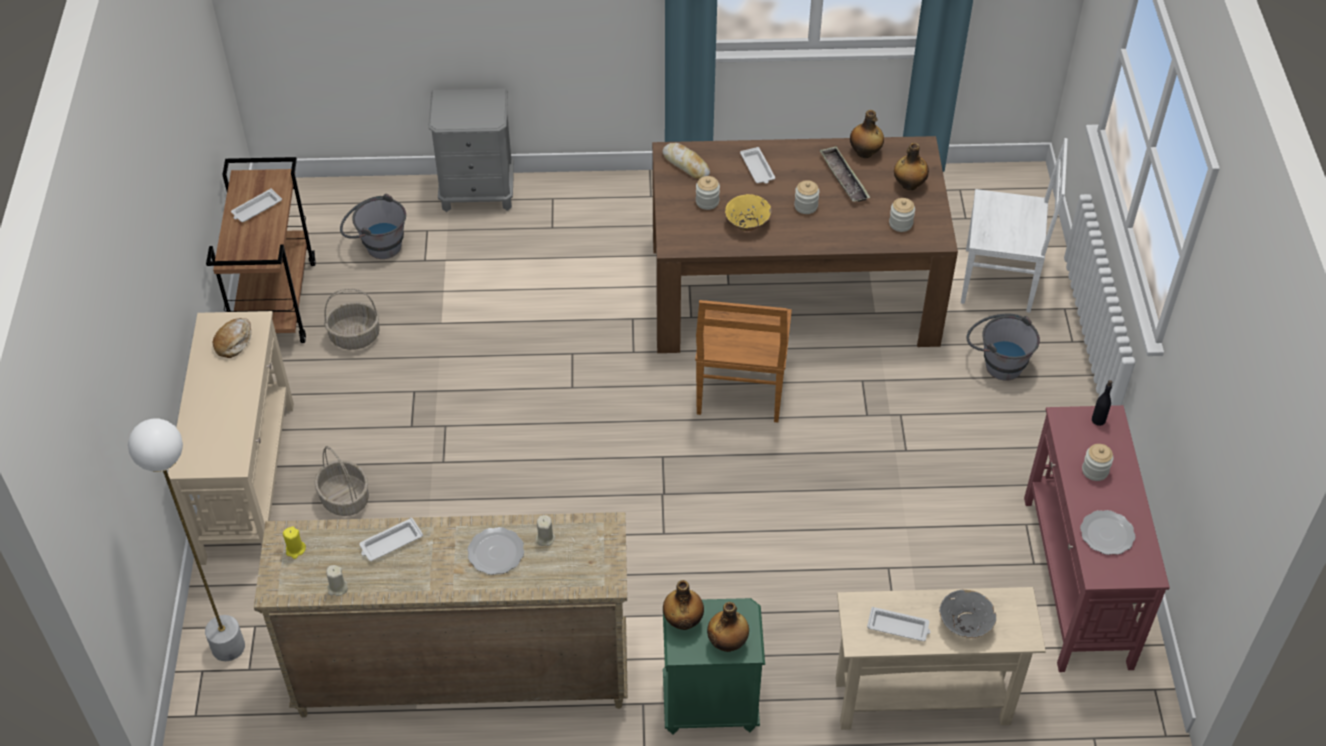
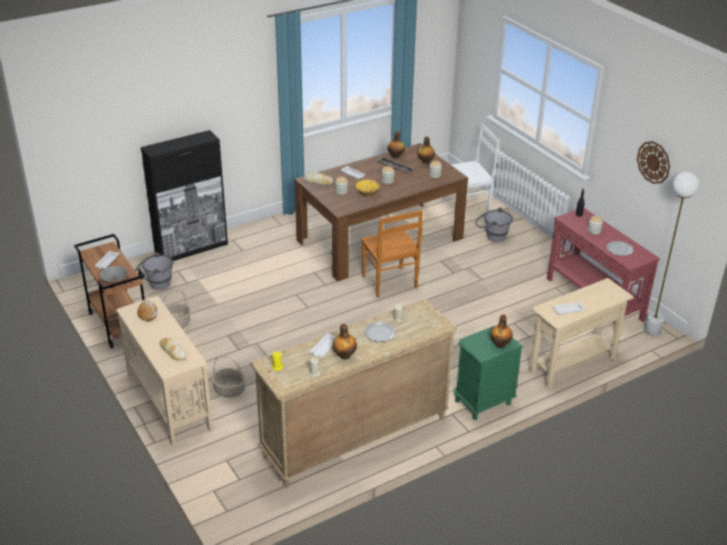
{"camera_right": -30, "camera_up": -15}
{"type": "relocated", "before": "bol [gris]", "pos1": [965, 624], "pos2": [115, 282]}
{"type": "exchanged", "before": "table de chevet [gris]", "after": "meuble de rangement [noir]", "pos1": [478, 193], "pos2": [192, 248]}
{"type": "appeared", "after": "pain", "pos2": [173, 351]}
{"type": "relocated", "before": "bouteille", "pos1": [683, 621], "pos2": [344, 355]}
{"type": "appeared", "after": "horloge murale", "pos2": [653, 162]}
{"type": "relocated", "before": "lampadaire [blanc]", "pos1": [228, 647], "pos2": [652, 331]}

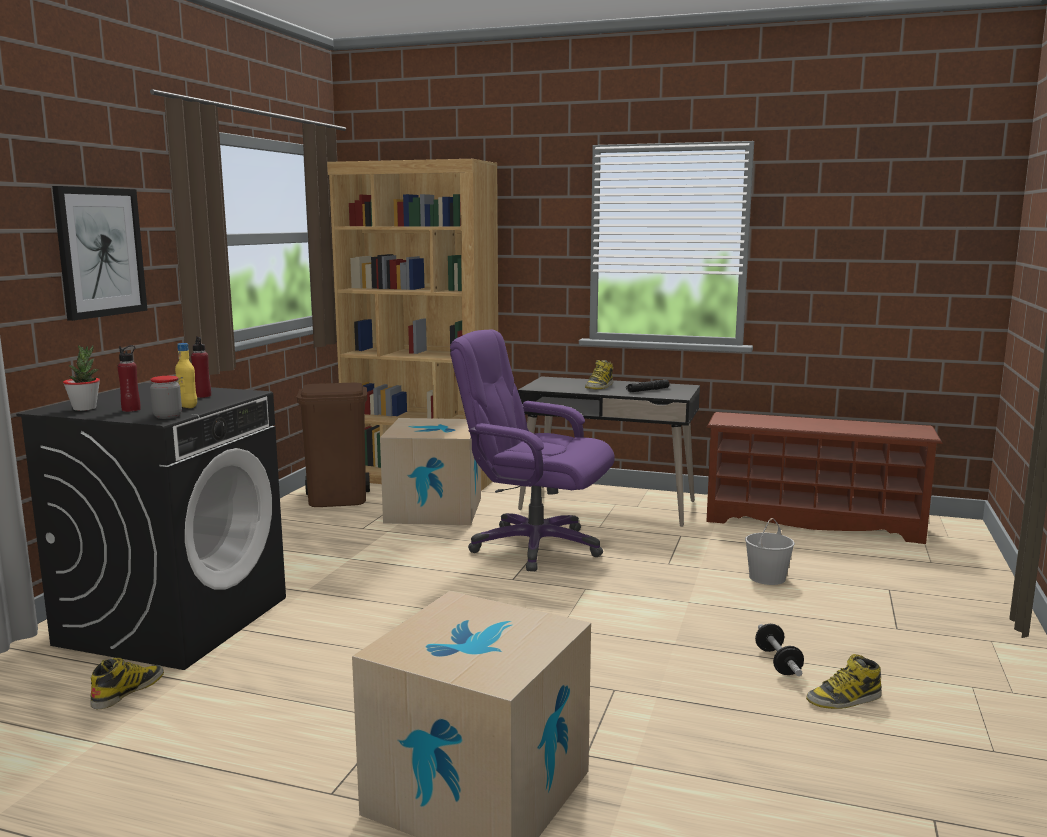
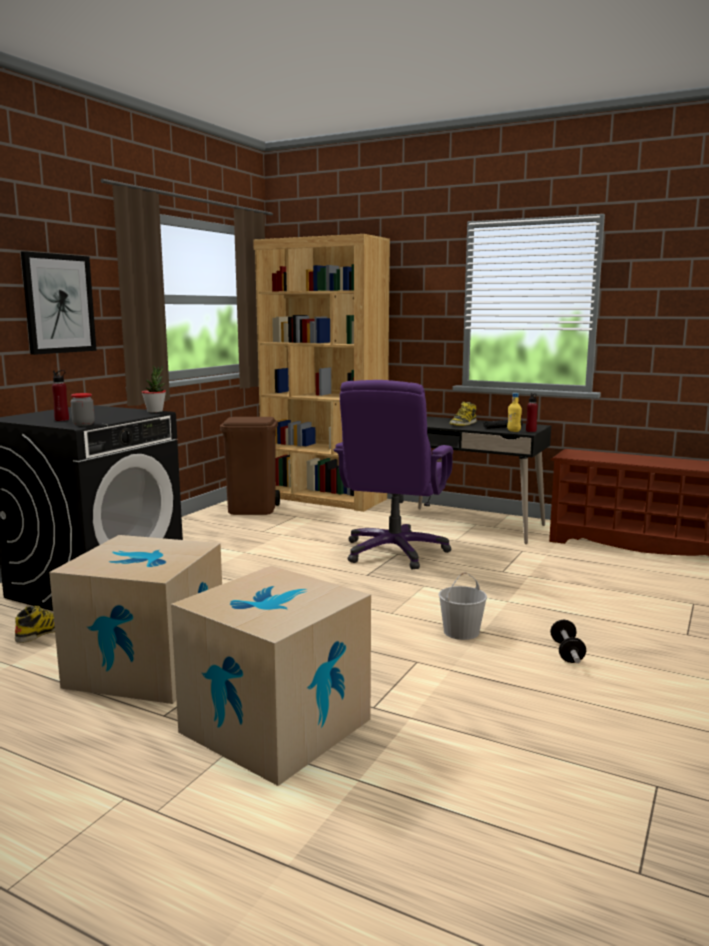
{"camera_right": 10, "camera_up": 0}
{"type": "relocated", "before": "carton", "pos1": [434, 510], "pos2": [147, 667]}
{"type": "relocated", "before": "plante en pot", "pos1": [85, 408], "pos2": [155, 411]}
{"type": "spun", "before": "chaise de bureau [violet]", "pos1": [534, 546], "pos2": [394, 552], "turn": -105}
{"type": "relocated", "before": "seau [blanc]", "pos1": [767, 578], "pos2": [461, 632]}
{"type": "relocated", "before": "bouteille [jaune]", "pos1": [188, 406], "pos2": [513, 431]}
{"type": "relocated", "before": "bouteille [rouge]", "pos1": [202, 396], "pos2": [531, 431]}
{"type": "missing", "before": "botte", "pos1": [844, 699]}

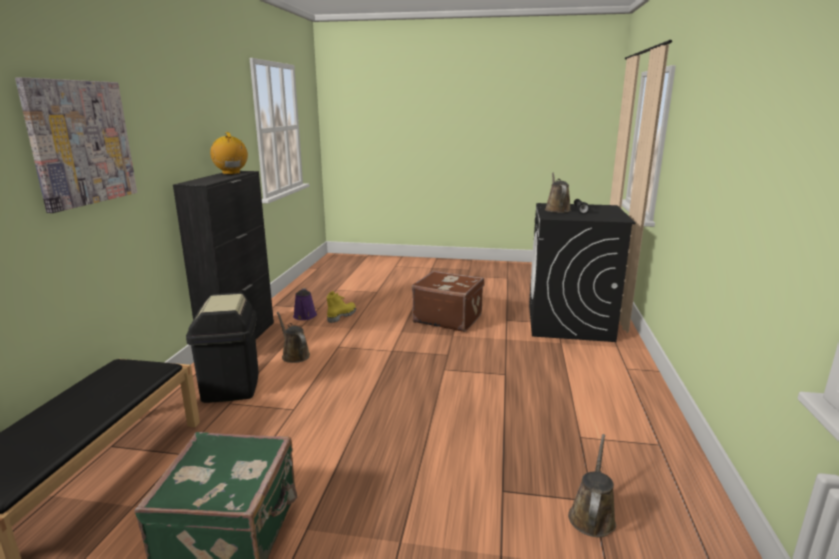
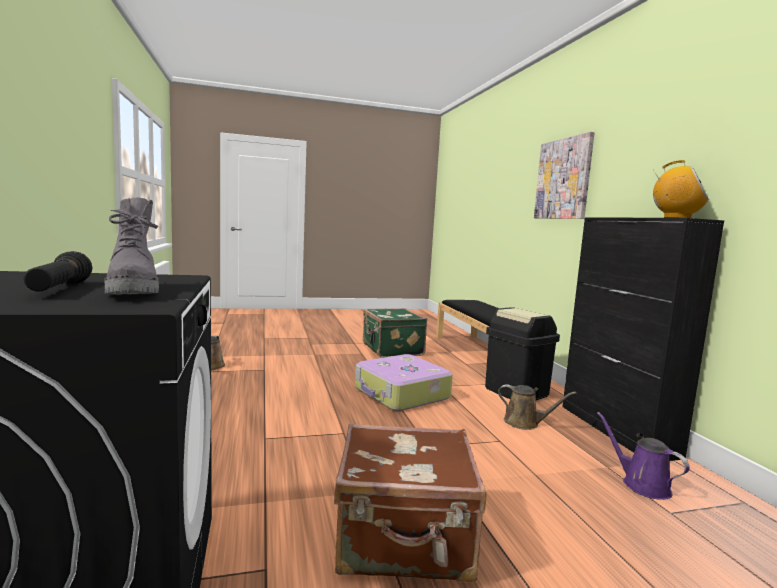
{"camera_right": 155, "camera_up": -10}
{"type": "exchanged", "before": "arrosoir [marron]", "after": "botte [gris]", "pos1": [556, 209], "pos2": [135, 291]}
{"type": "appeared", "after": "valise", "pos2": [401, 394]}
{"type": "missing", "before": "botte [jaune]", "pos1": [341, 316]}

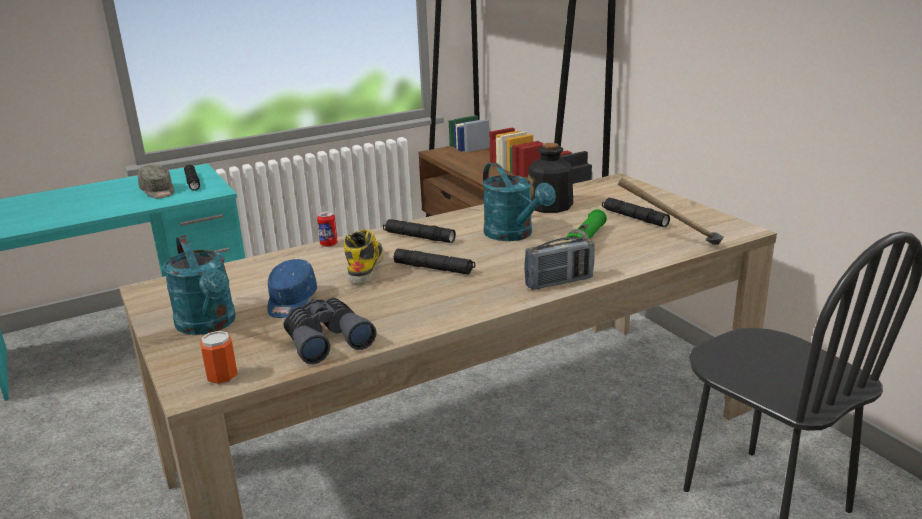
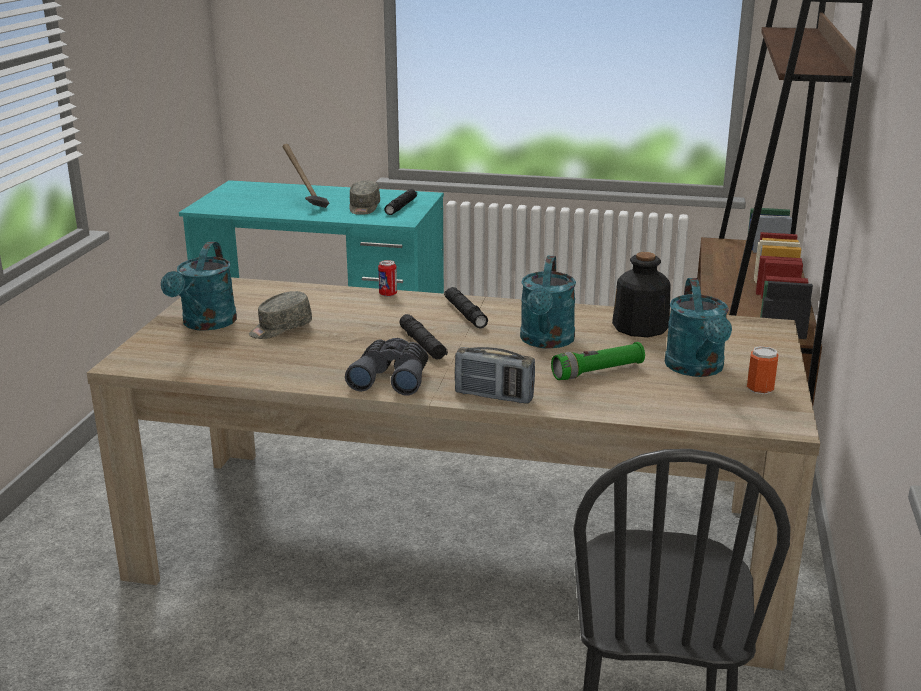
{"camera_right": 40, "camera_up": 0}
{"type": "colour", "before": "casquette [bleu]", "after": "casquette [gris]", "pos1": [291, 301], "pos2": [280, 328]}
{"type": "relocated", "before": "marteau", "pos1": [673, 246], "pos2": [304, 202]}
{"type": "relocated", "before": "jumelles [gris]", "pos1": [326, 340], "pos2": [391, 377]}
{"type": "exchanged", "before": "lampe de poche [noir]", "after": "arrosoir [turquoise]", "pos1": [634, 218], "pos2": [697, 369]}
{"type": "relocated", "before": "boîte métallique", "pos1": [222, 377], "pos2": [760, 388]}
{"type": "missing", "before": "botte", "pos1": [365, 267]}

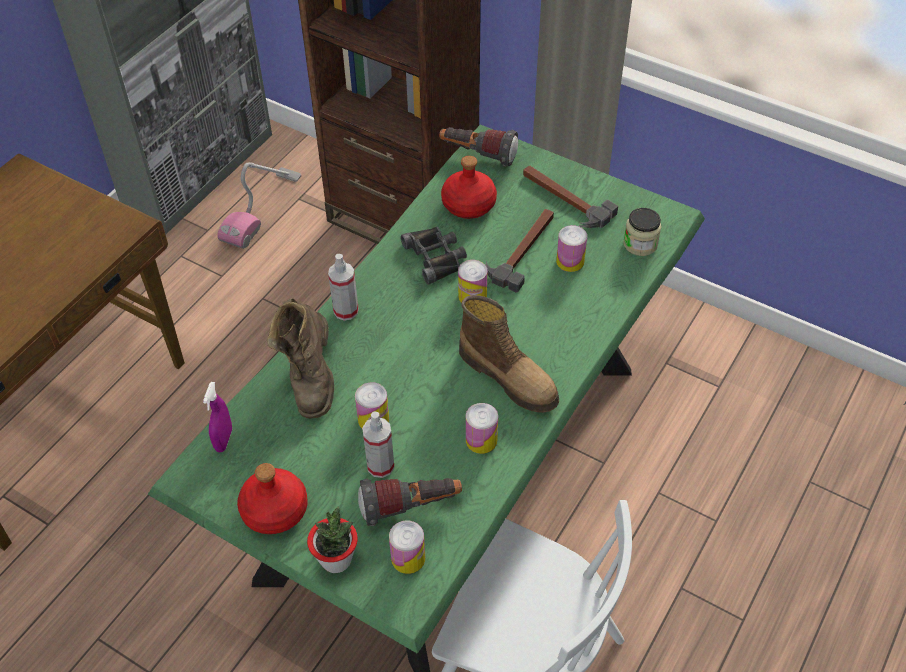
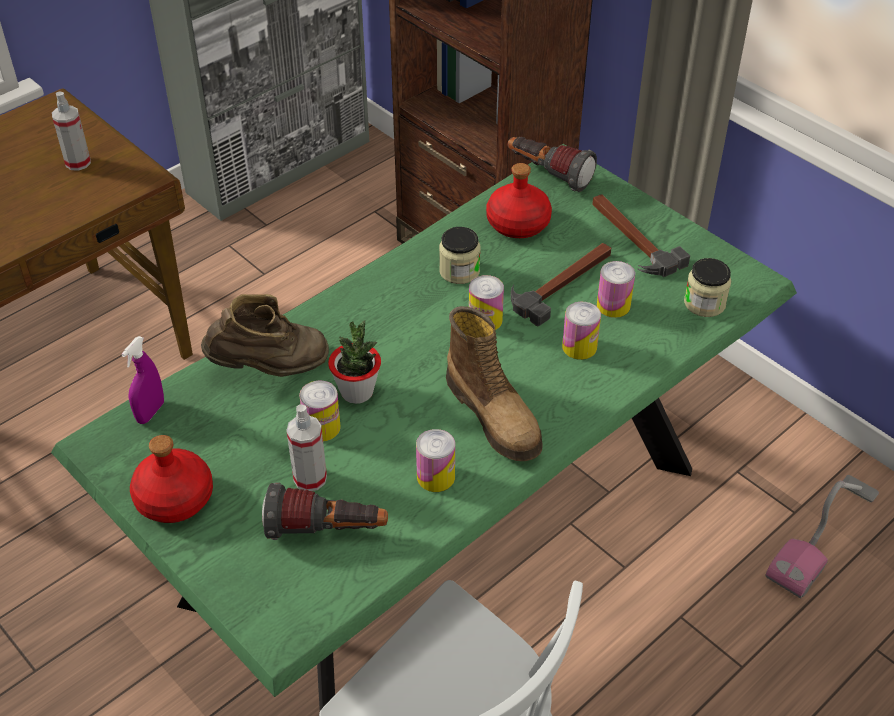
{"camera_right": 15, "camera_up": -5}
{"type": "relocated", "before": "vaporisateur", "pos1": [346, 311], "pos2": [78, 162]}
{"type": "spun", "before": "botte [marron]", "pos1": [311, 378], "pos2": [270, 369], "turn": -120}
{"type": "relocated", "before": "plante en pot", "pos1": [336, 559], "pos2": [357, 392]}
{"type": "exchanged", "before": "jumelles [noir]", "after": "bocal", "pos1": [436, 257], "pos2": [459, 271]}
{"type": "relocated", "before": "boîte métallique", "pos1": [408, 558], "pos2": [579, 347]}
{"type": "relocated", "before": "aspirateur", "pos1": [262, 209], "pos2": [823, 537]}

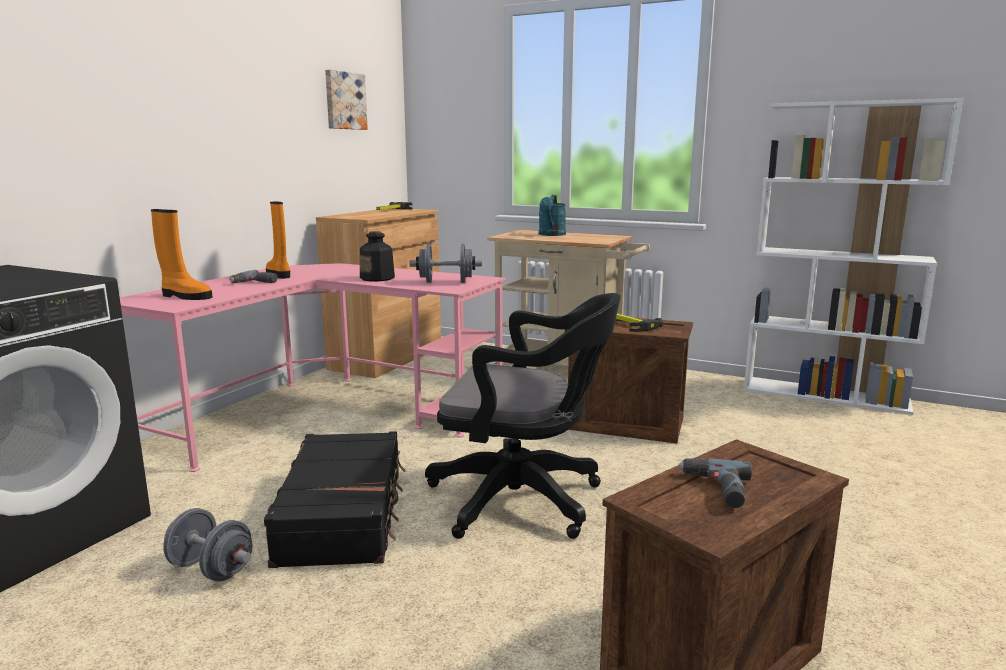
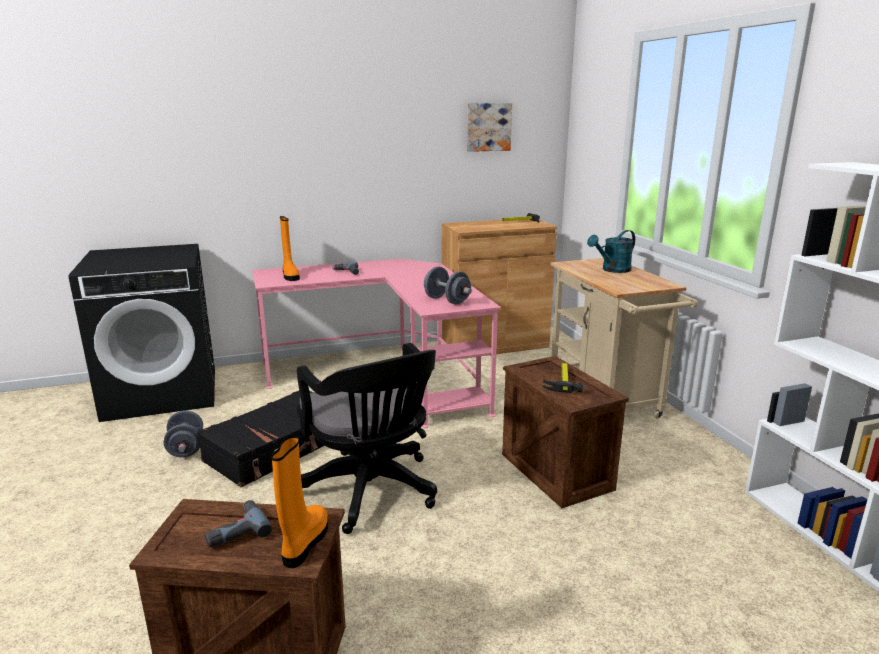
{"camera_right": 45, "camera_up": 5}
{"type": "relocated", "before": "botte [orange]", "pos1": [279, 275], "pos2": [304, 542]}
{"type": "missing", "before": "bouteille", "pos1": [377, 278]}

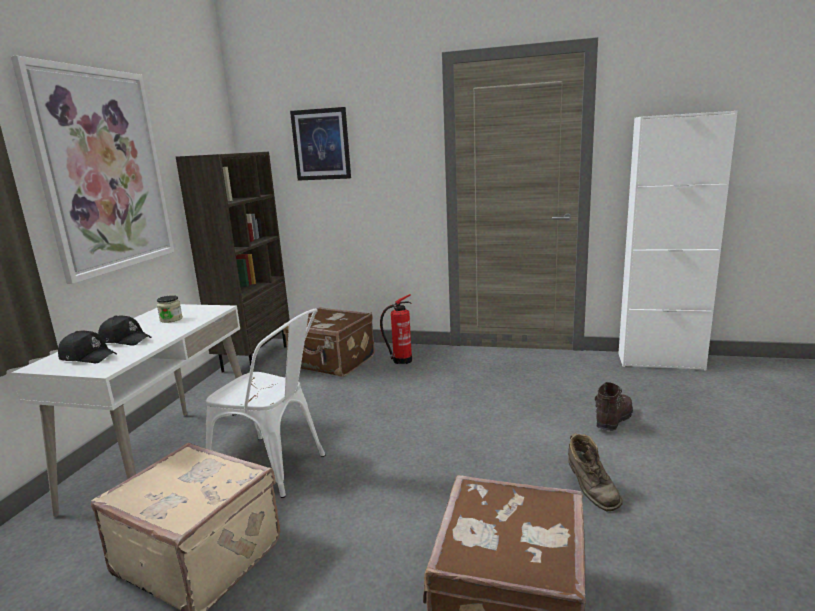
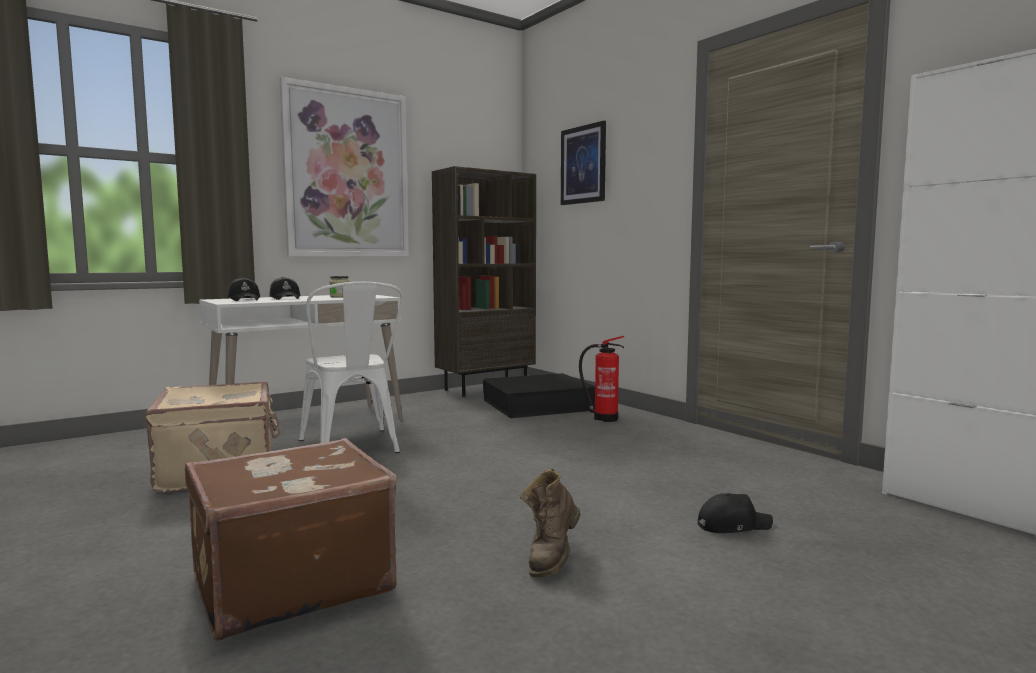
{"camera_right": 40, "camera_up": -10}
{"type": "exchanged", "before": "valise [marron]", "after": "boîte de rangement [noir]", "pos1": [332, 363], "pos2": [538, 405]}
{"type": "exchanged", "before": "botte [marron]", "after": "casquette [noir]", "pos1": [612, 419], "pos2": [733, 525]}

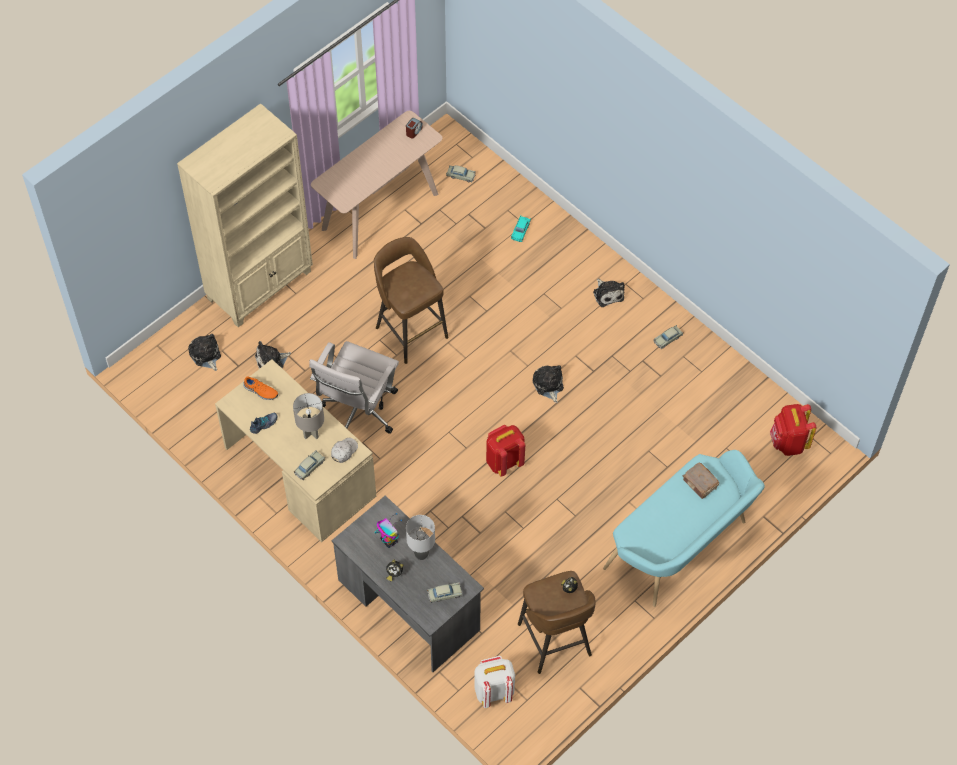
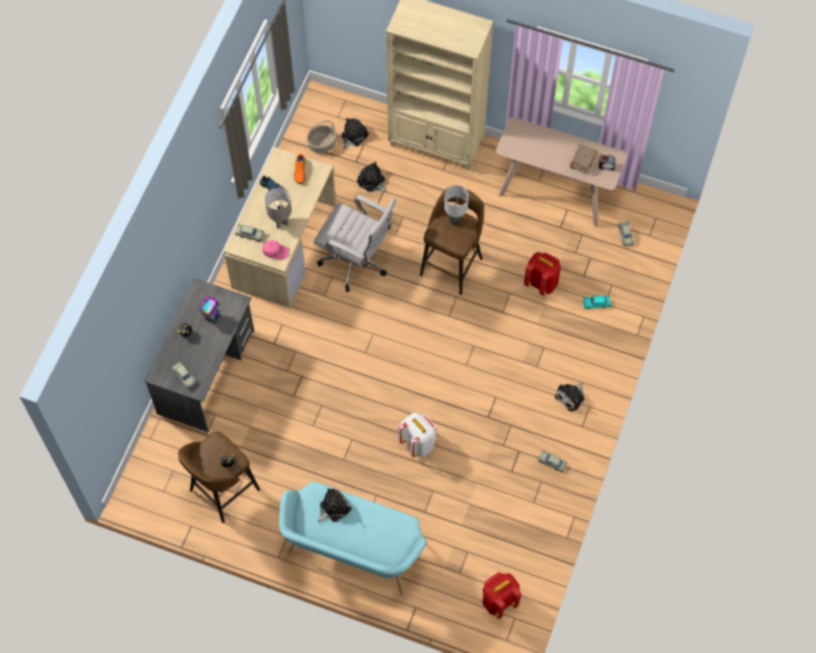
{"camera_right": 65, "camera_up": 5}
{"type": "colour", "before": "casquette [blanc]", "after": "casquette [rose]", "pos1": [344, 451], "pos2": [275, 251]}
{"type": "appeared", "after": "panier", "pos2": [322, 144]}
{"type": "spun", "before": "chaise de bureau [blanc]", "pos1": [358, 413], "pos2": [357, 262], "turn": -150}
{"type": "relocated", "before": "peluche", "pos1": [548, 385], "pos2": [333, 508]}
{"type": "relocated", "before": "sac à dos [blanc]", "pos1": [493, 691], "pos2": [418, 443]}
{"type": "relocated", "before": "lampe de table [gris]", "pos1": [421, 554], "pos2": [455, 220]}
{"type": "relocated", "before": "sac à dos [rouge]", "pos1": [504, 461], "pos2": [541, 282]}
{"type": "relocated", "before": "livre [marron]", "pos1": [700, 484], "pos2": [582, 162]}

